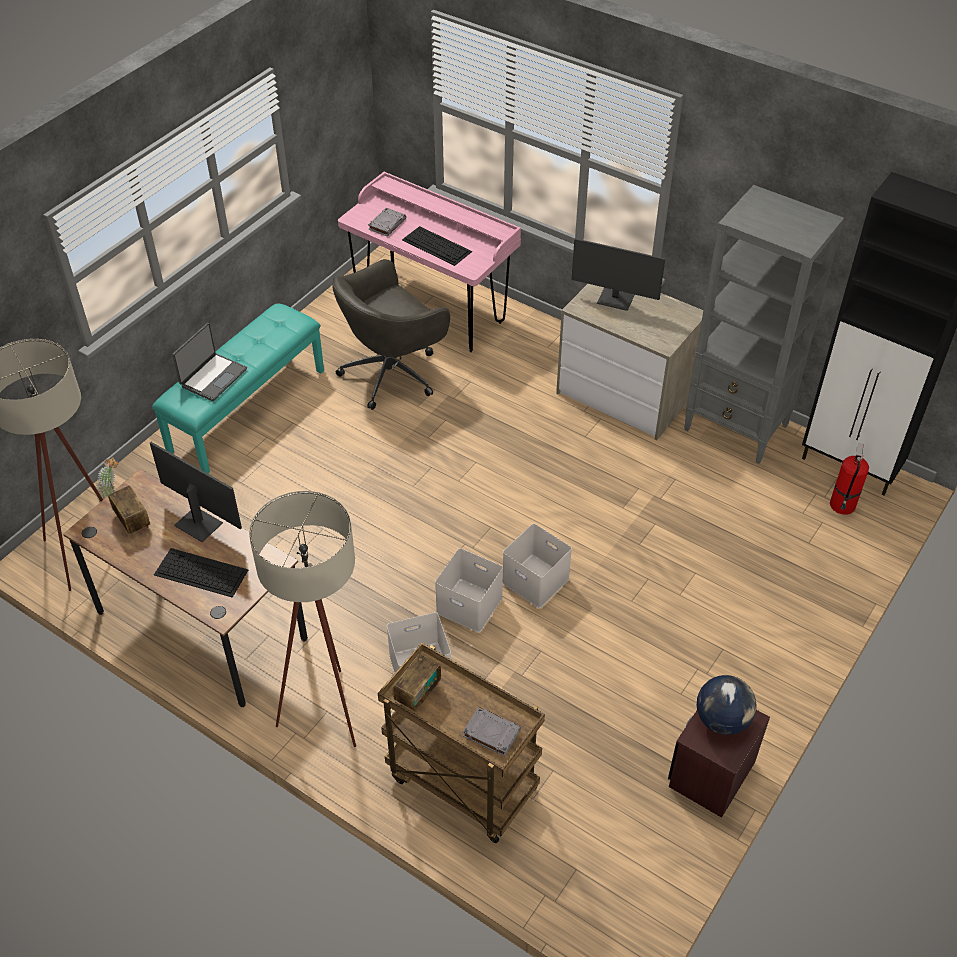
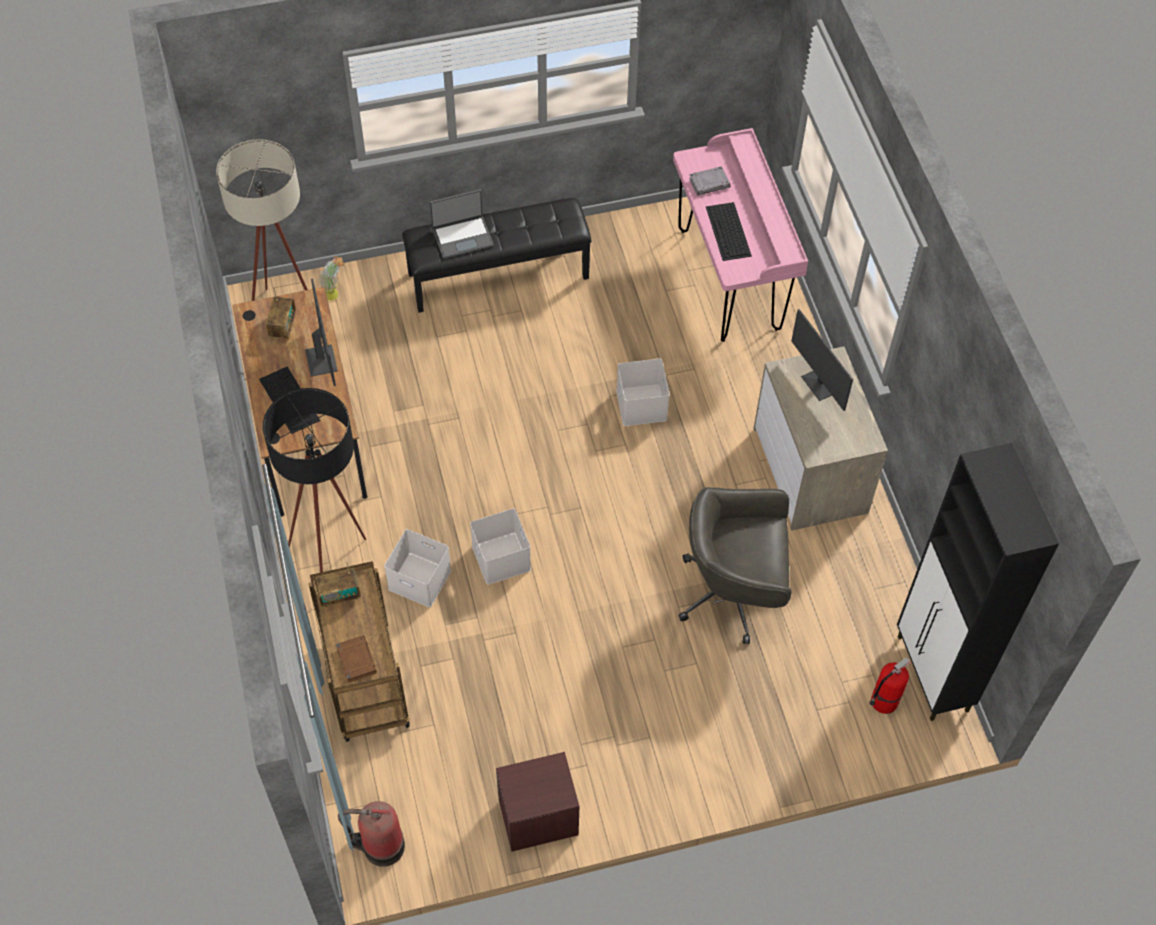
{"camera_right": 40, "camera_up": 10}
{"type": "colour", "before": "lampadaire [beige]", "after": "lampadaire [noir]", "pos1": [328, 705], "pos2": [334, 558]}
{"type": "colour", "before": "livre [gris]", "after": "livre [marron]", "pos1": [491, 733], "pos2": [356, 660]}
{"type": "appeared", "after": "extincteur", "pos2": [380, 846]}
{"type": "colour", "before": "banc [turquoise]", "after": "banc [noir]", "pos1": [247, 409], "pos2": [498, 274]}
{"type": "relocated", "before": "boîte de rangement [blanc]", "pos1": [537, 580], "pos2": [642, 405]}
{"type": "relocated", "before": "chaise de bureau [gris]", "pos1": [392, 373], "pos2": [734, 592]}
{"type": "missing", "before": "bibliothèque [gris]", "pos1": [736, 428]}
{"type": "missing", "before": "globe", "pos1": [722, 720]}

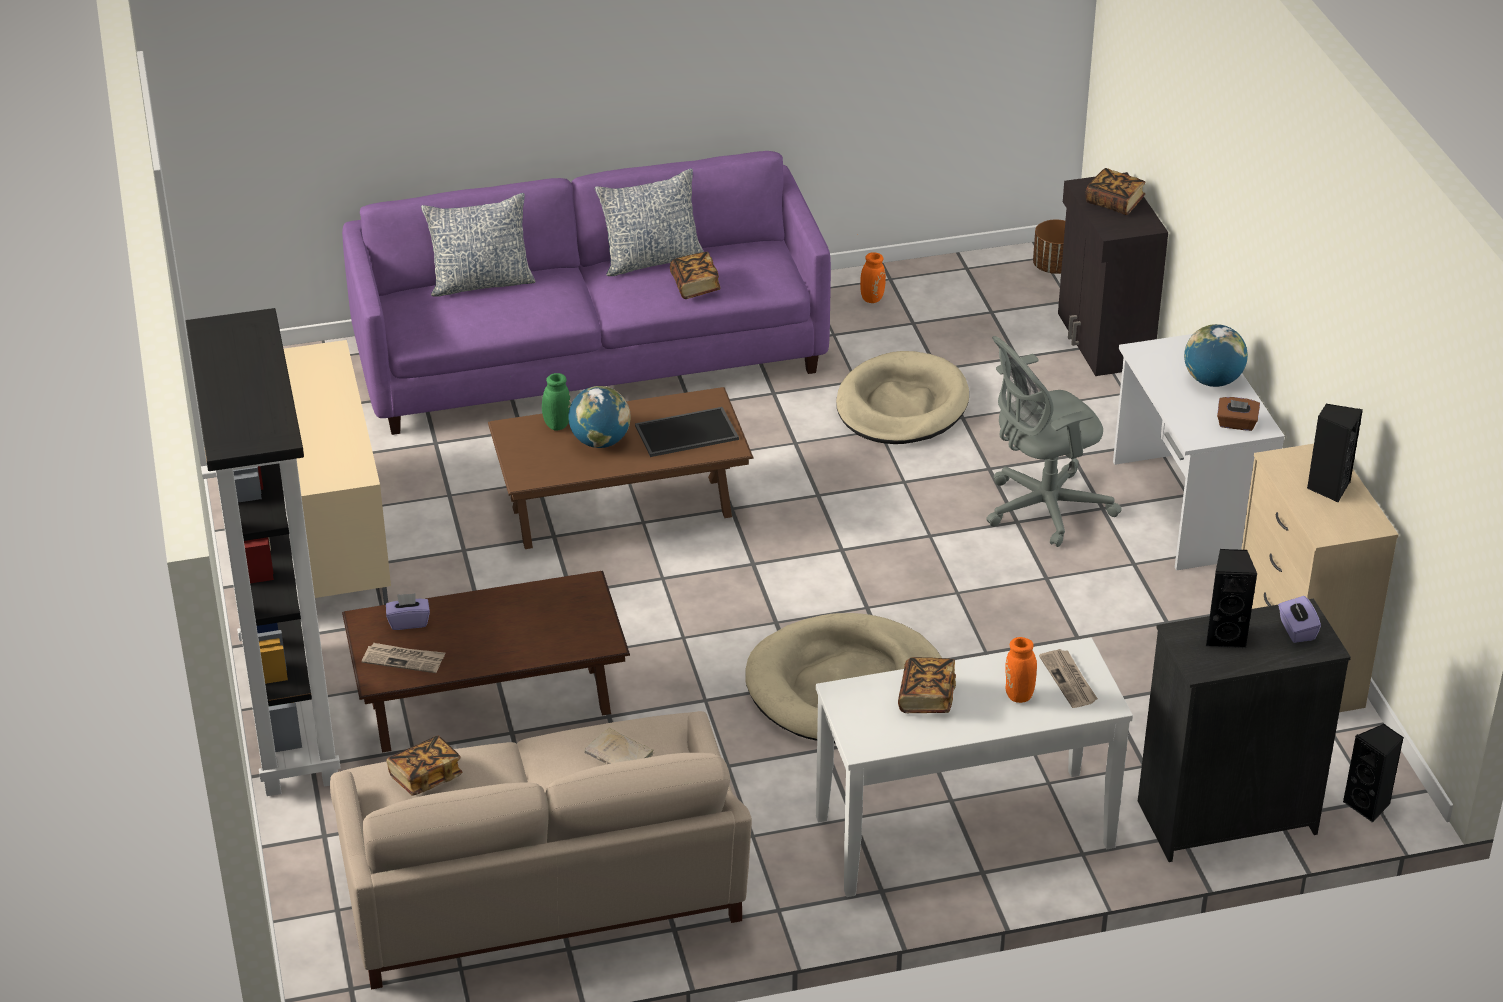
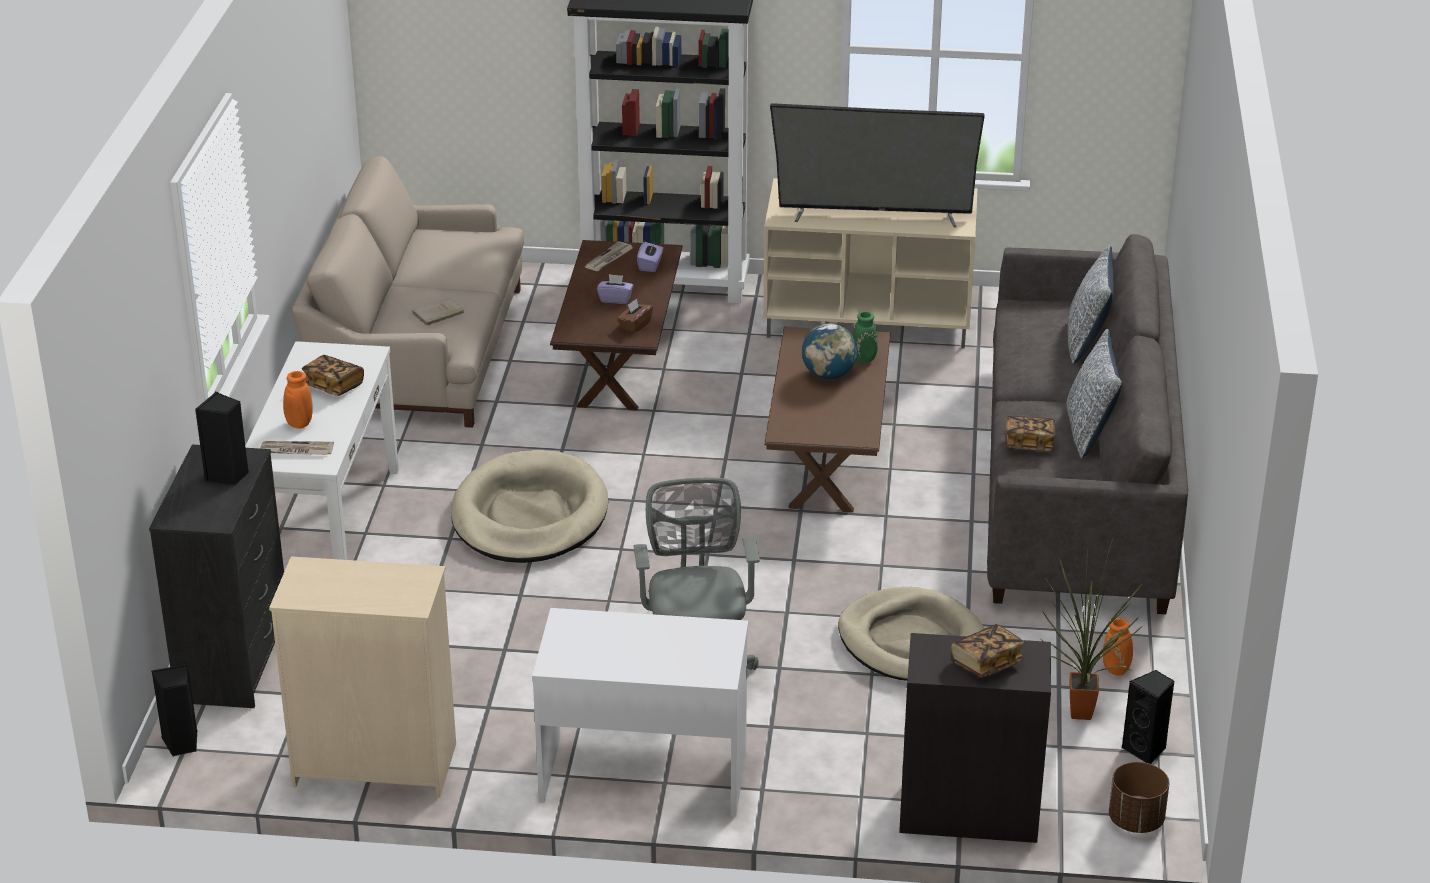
{"camera_right": 110, "camera_up": -5}
{"type": "relocated", "before": "boîte à mouchoirs [violet]", "pos1": [1296, 630], "pos2": [615, 299]}
{"type": "relocated", "before": "boîte à mouchoirs [marron]", "pos1": [1236, 424], "pos2": [635, 325]}
{"type": "appeared", "after": "téléviseur", "pos2": [874, 215]}
{"type": "colour", "before": "canapé [violet]", "after": "canapé [gris]", "pos1": [590, 357], "pos2": [1076, 482]}
{"type": "appeared", "after": "plante en pot", "pos2": [1080, 716]}
{"type": "relocated", "before": "enceinte [noir]", "pos1": [1328, 487], "pos2": [1146, 750]}
{"type": "missing", "before": "livre", "pos1": [425, 777]}
{"type": "missing", "before": "plateau", "pos1": [686, 434]}
{"type": "missing", "before": "globe", "pos1": [1212, 381]}

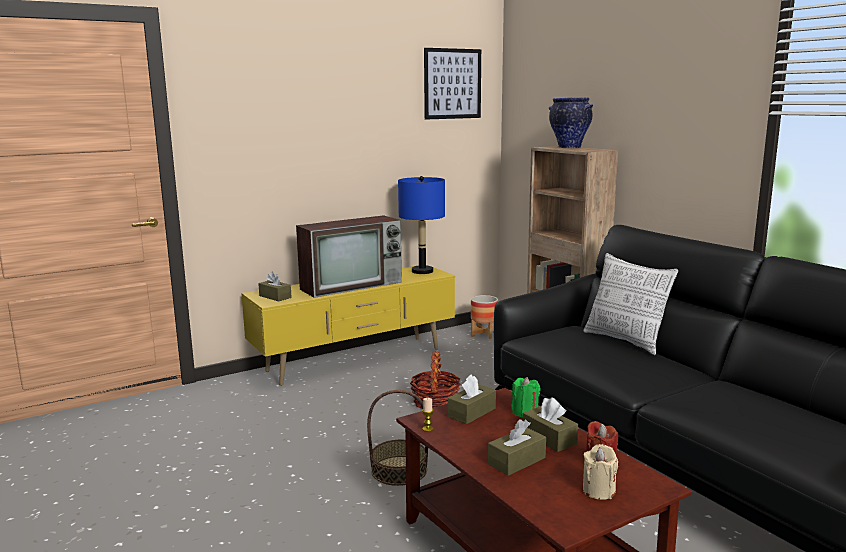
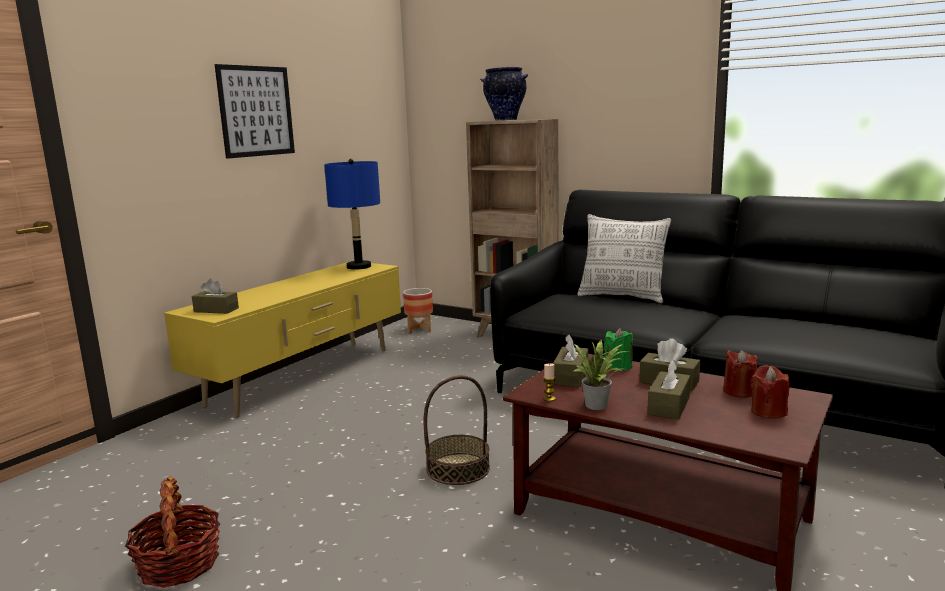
{"camera_right": -25, "camera_up": 0}
{"type": "relocated", "before": "panier", "pos1": [435, 402], "pos2": [179, 564]}
{"type": "relocated", "before": "tableau", "pos1": [452, 84], "pos2": [256, 111]}
{"type": "appeared", "after": "plante en pot", "pos2": [599, 405]}
{"type": "colour", "before": "bougie [beige]", "after": "bougie [rouge]", "pos1": [598, 491], "pos2": [768, 412]}
{"type": "missing", "before": "téléviseur", "pos1": [353, 285]}

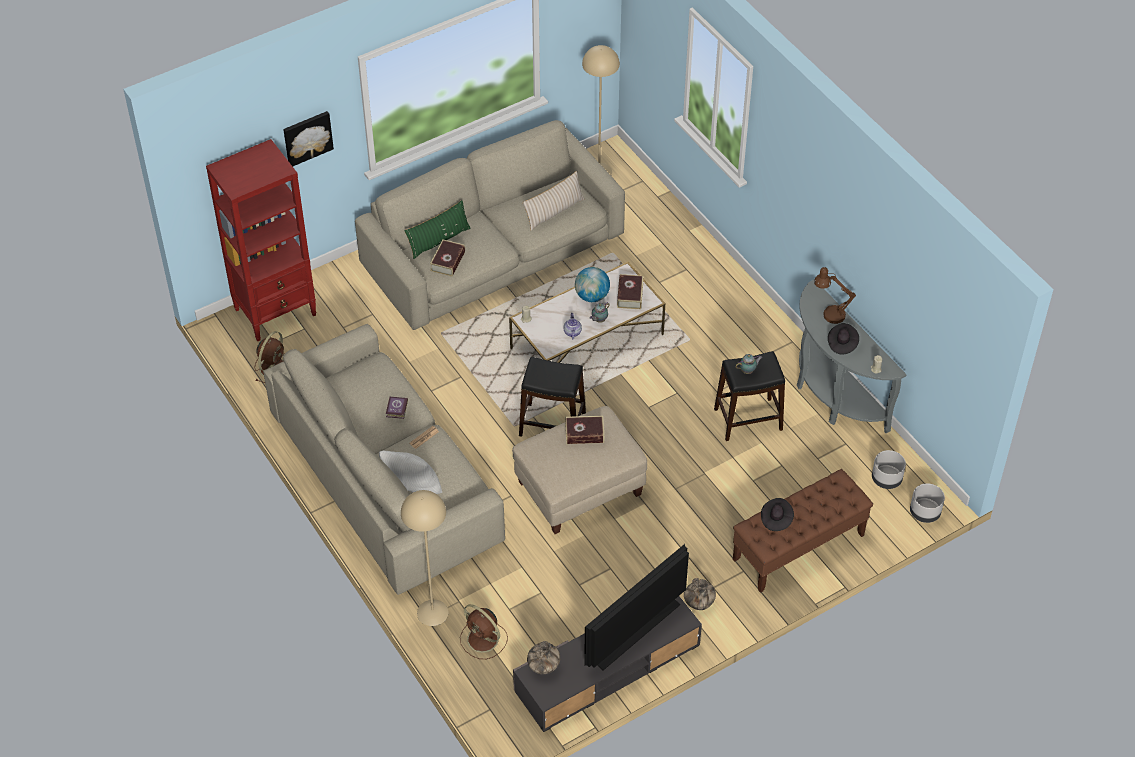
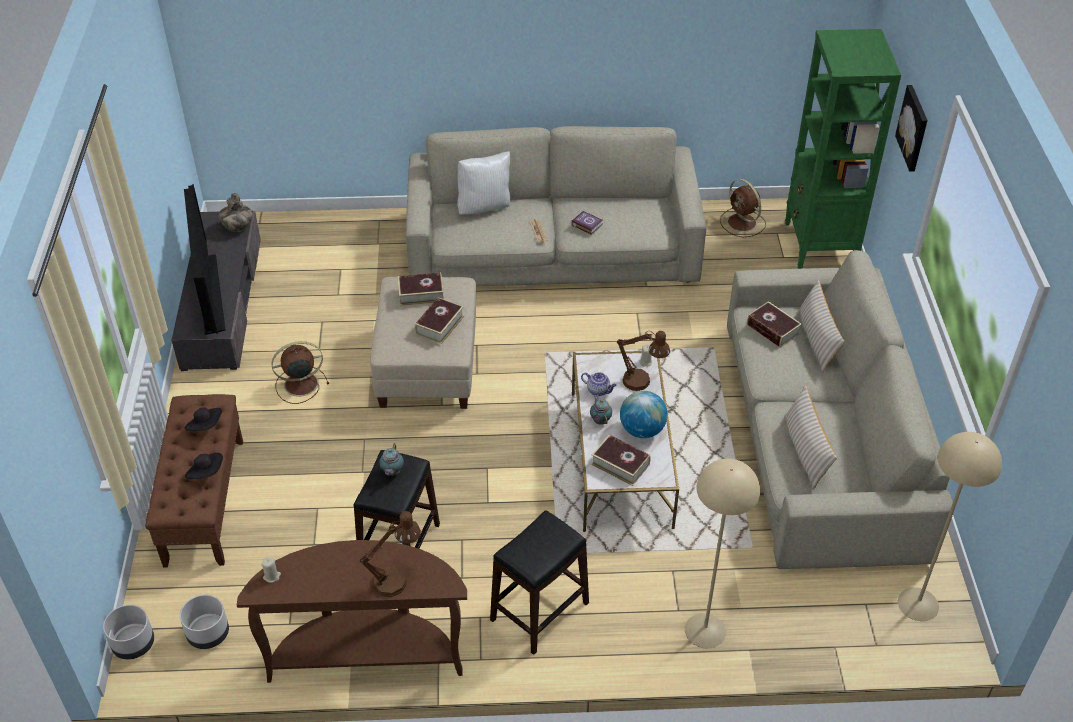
{"camera_right": 120, "camera_up": -5}
{"type": "relocated", "before": "chapeau [noir]", "pos1": [842, 343], "pos2": [206, 473]}
{"type": "colour", "before": "table console [gris]", "after": "table console [marron]", "pos1": [833, 395], "pos2": [367, 654]}
{"type": "relocated", "before": "ventilateur [marron]", "pos1": [484, 640], "pos2": [299, 384]}
{"type": "appeared", "after": "livre", "pos2": [421, 293]}
{"type": "relocated", "before": "tabouret [noir]", "pos1": [552, 425], "pos2": [539, 611]}
{"type": "appeared", "after": "lampe de table [marron]", "pos2": [642, 382]}
{"type": "relocated", "before": "lampadaire [beige]", "pos1": [432, 612], "pos2": [705, 630]}
{"type": "colour", "before": "bibliothèque [rouge]", "after": "bibliothèque [vert]", "pos1": [276, 312], "pos2": [819, 246]}
{"type": "colour", "before": "coussin [vert]", "after": "coussin [beige]", "pos1": [439, 240], "pos2": [816, 340]}
{"type": "missing", "before": "vase", "pos1": [699, 603]}

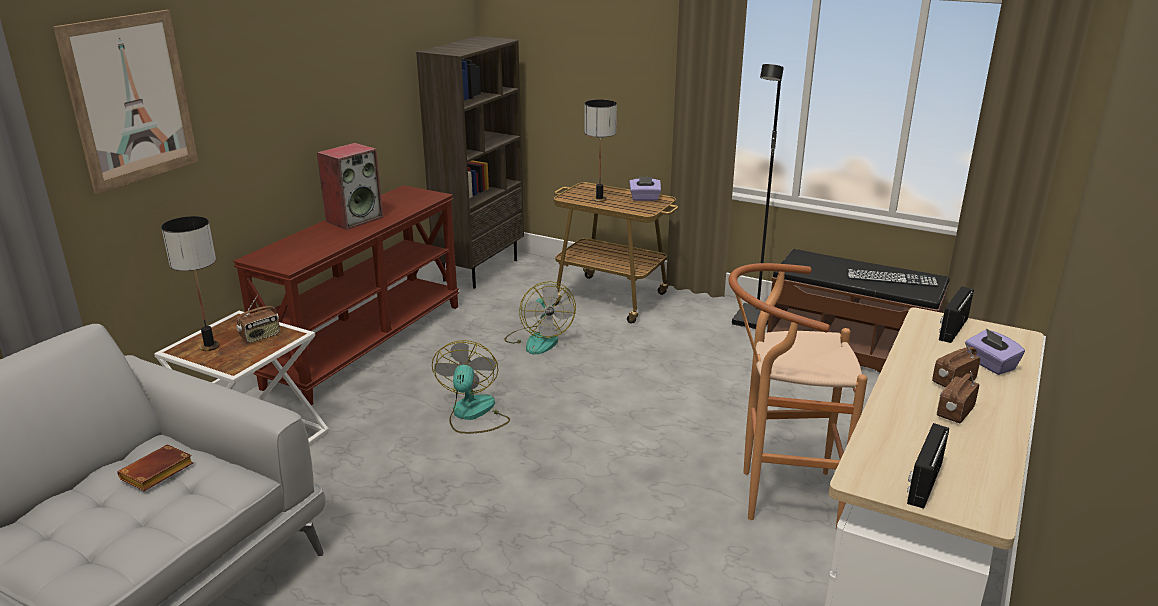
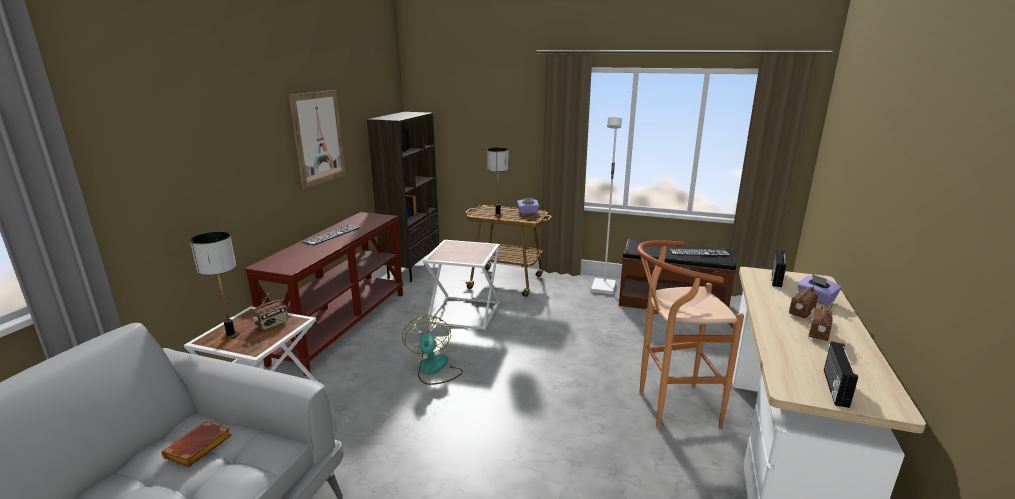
{"camera_right": -10, "camera_up": -5}
{"type": "relocated", "before": "tableau", "pos1": [131, 99], "pos2": [318, 138]}
{"type": "exchanged", "before": "enceinte", "after": "clavier", "pos1": [354, 219], "pos2": [332, 235]}
{"type": "exchanged", "before": "ventilateur", "after": "table d'appoint [blanc]", "pos1": [538, 340], "pos2": [466, 312]}
{"type": "colour", "before": "lampadaire [noir]", "after": "lampadaire [blanc]", "pos1": [754, 319], "pos2": [604, 288]}

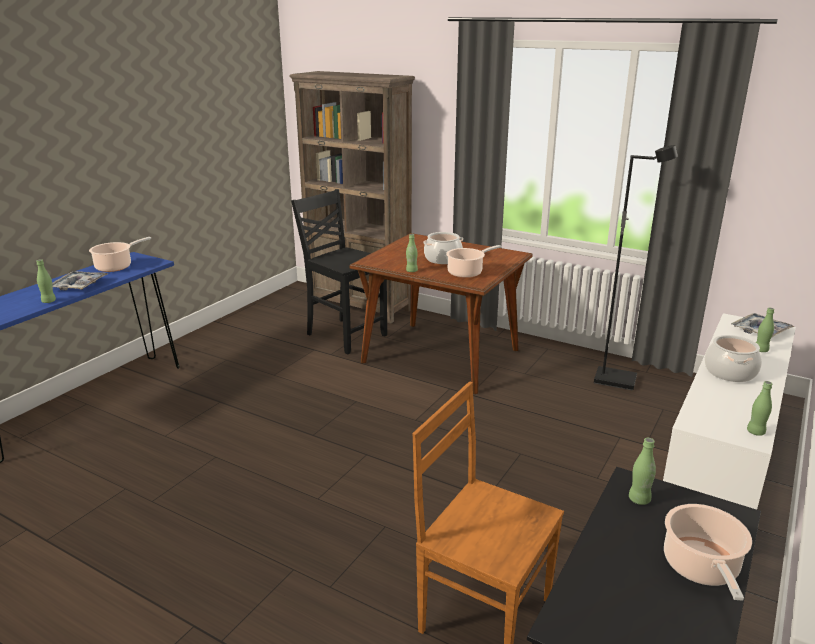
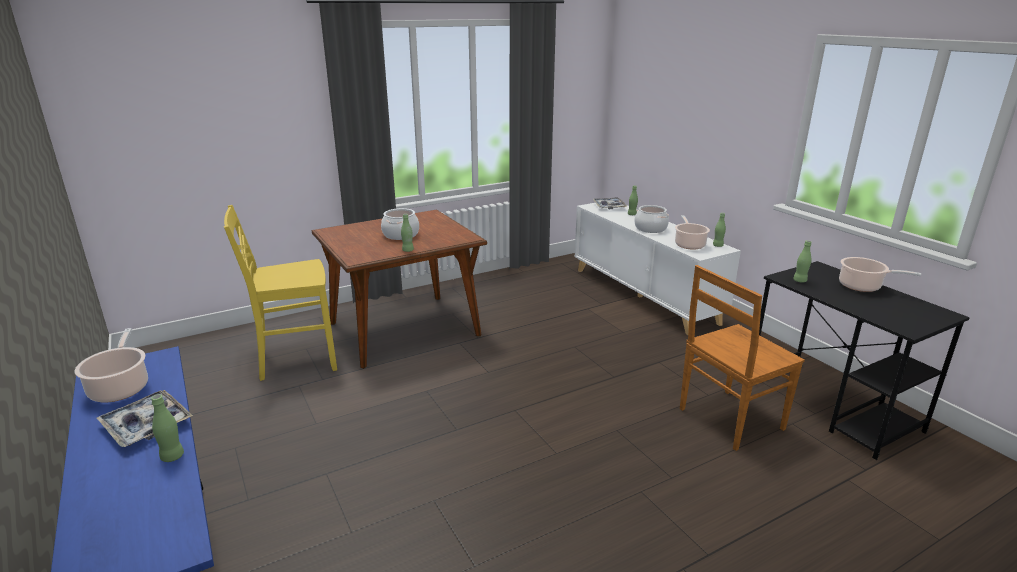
{"camera_right": -60, "camera_up": 0}
{"type": "colour", "before": "chaise [noir]", "after": "chaise [jaune]", "pos1": [345, 335], "pos2": [295, 360]}
{"type": "relocated", "before": "marmite", "pos1": [467, 272], "pos2": [689, 244]}
{"type": "missing", "before": "bibliothèque [marron]", "pos1": [359, 306]}
{"type": "missing", "before": "lampadaire [noir]", "pos1": [616, 380]}

